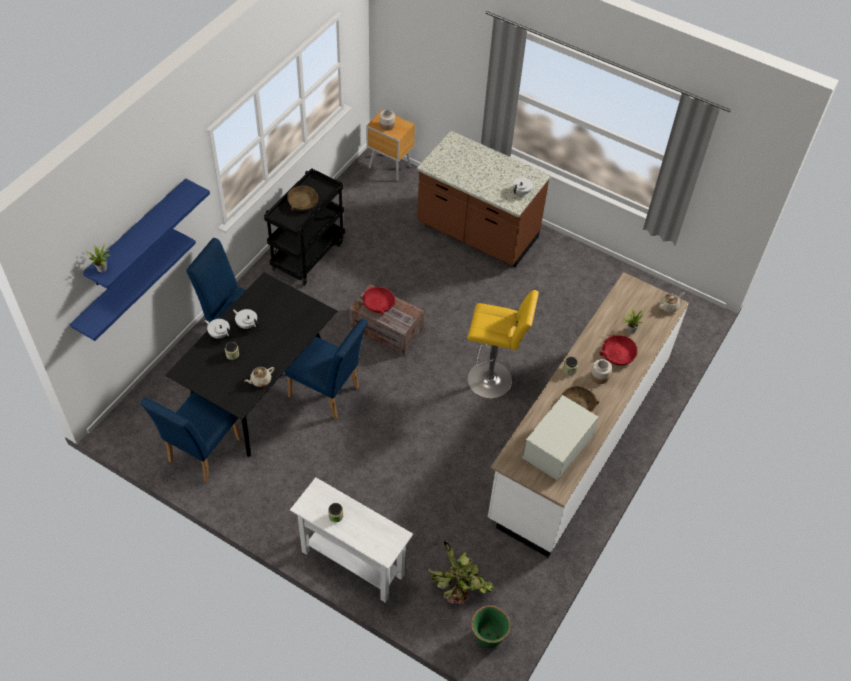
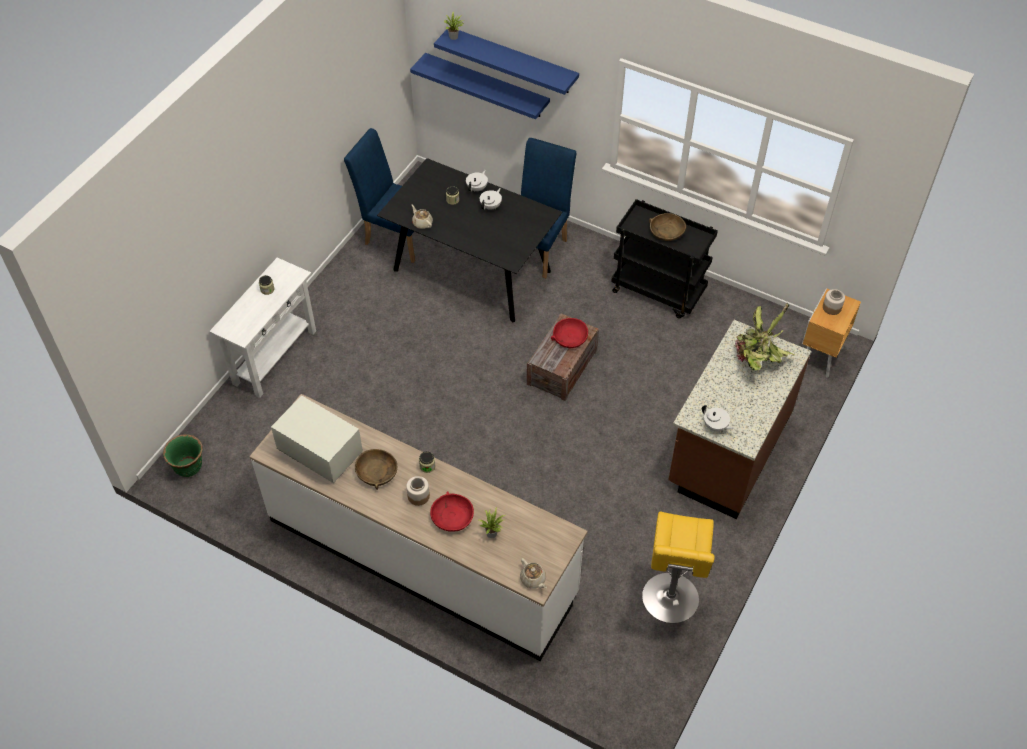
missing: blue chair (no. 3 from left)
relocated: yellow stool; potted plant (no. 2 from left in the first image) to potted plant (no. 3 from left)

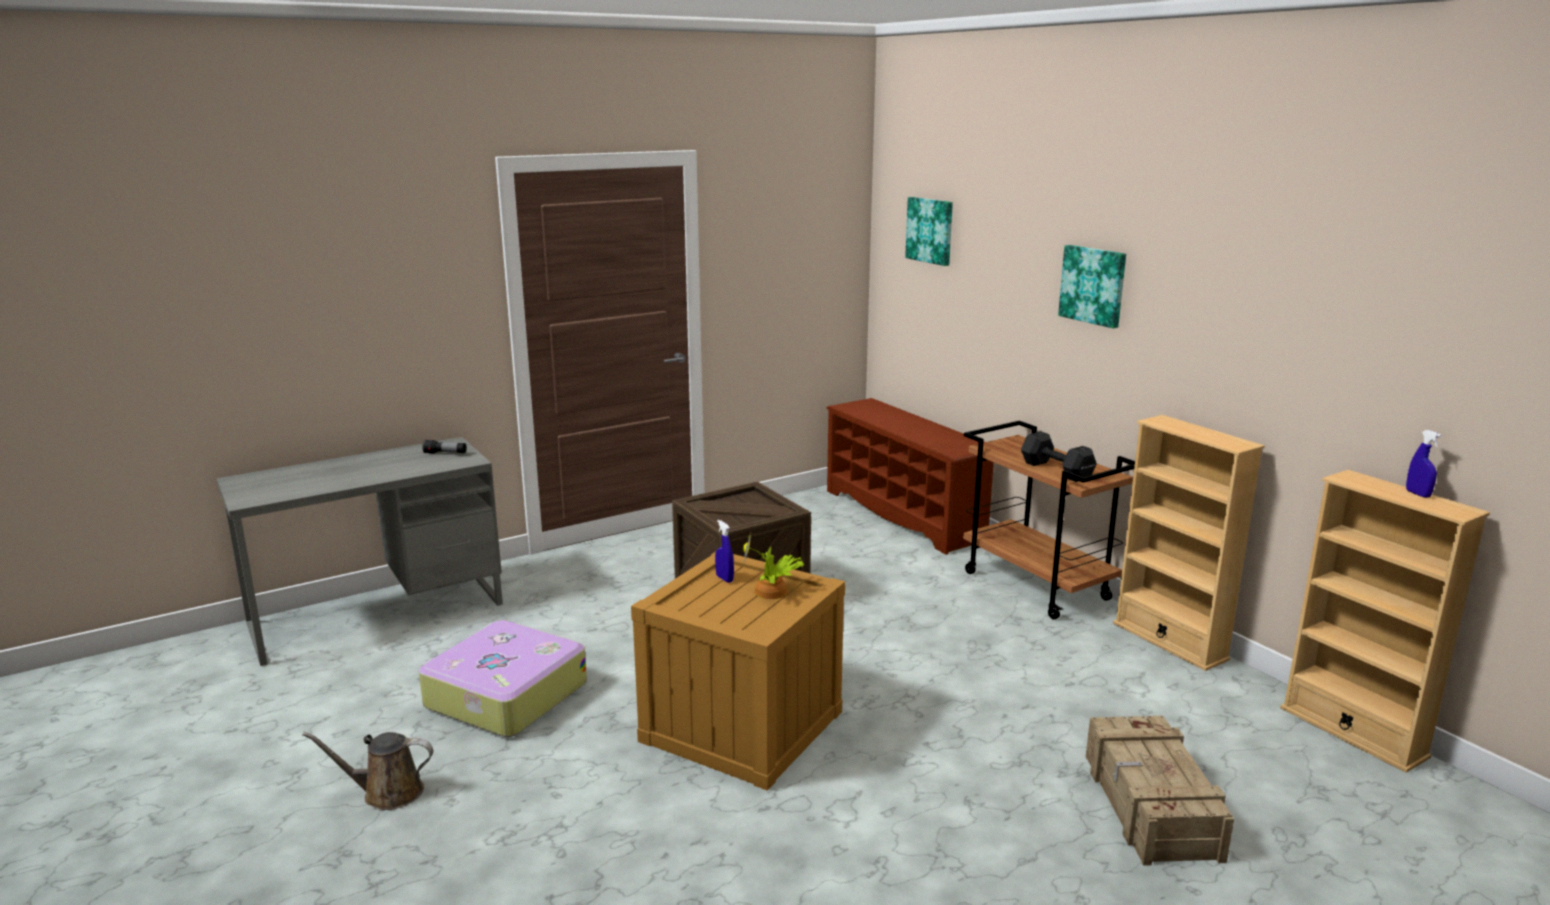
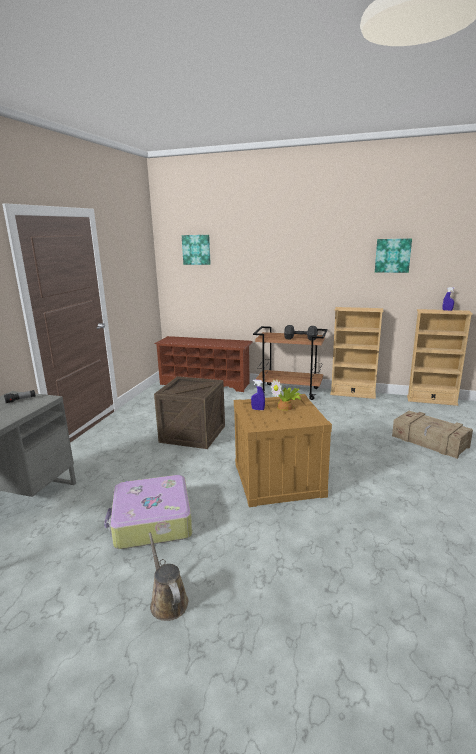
relocated: picture (no. 2 from left)
spun: brown watering can 105 degrees clockwise

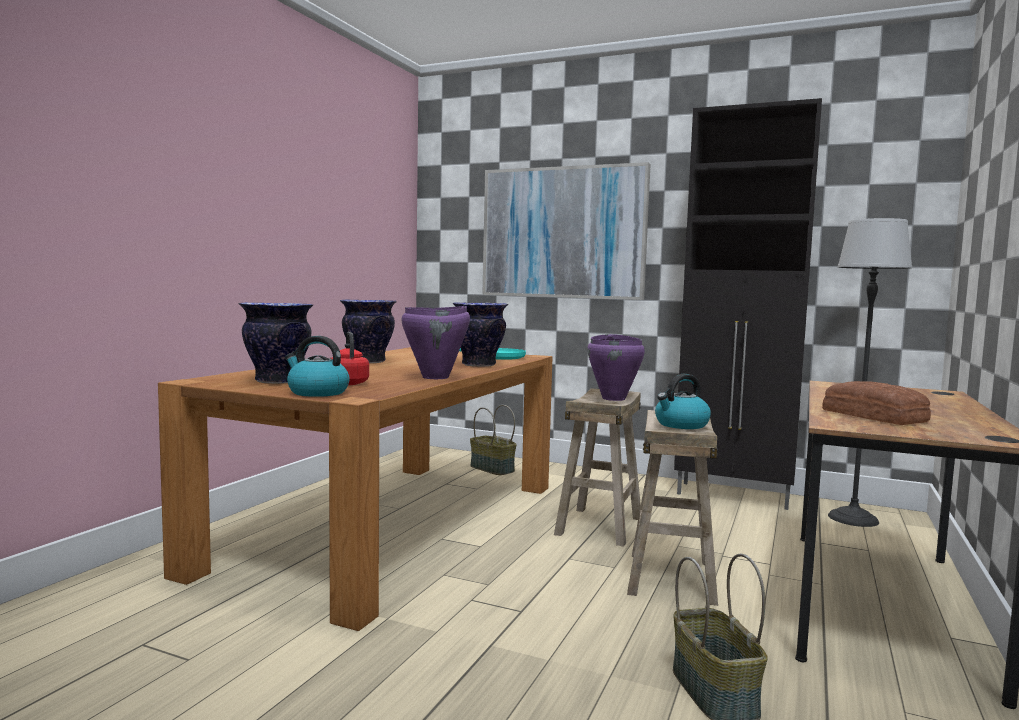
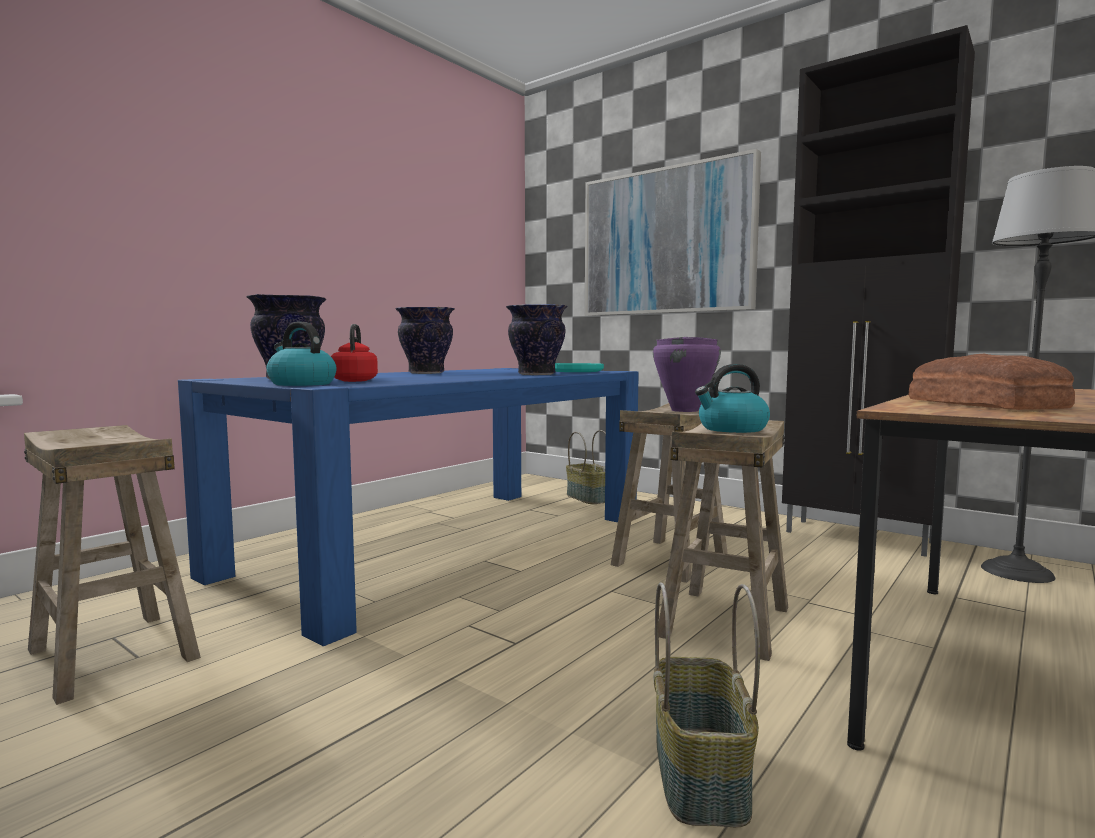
missing: purple cooking pot (no. 1 from left)
appeared: beige stool (no. 1 from left)
colour: brown dining table to blue dining table

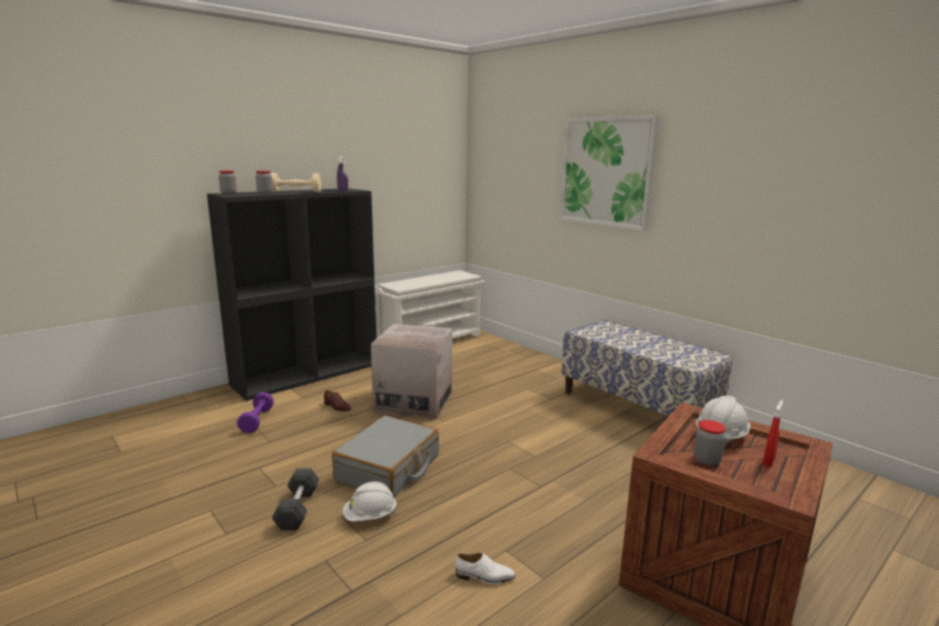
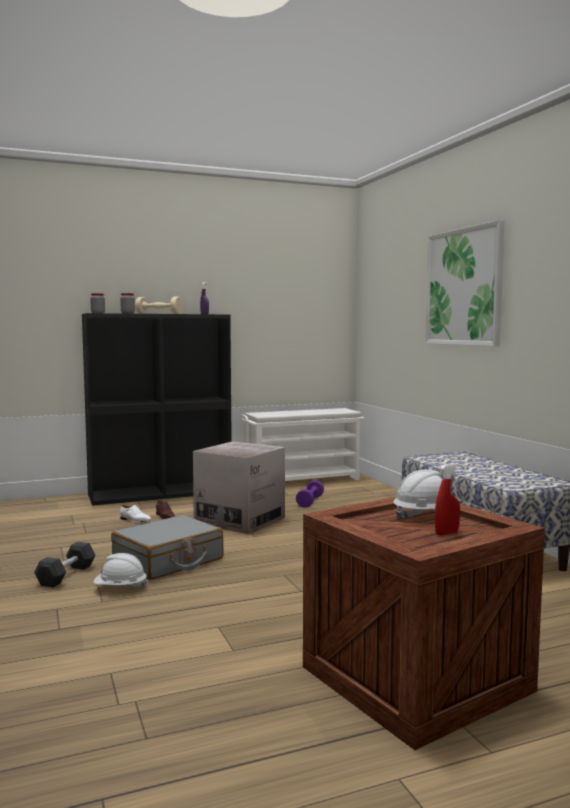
missing: jar (no. 3 from left)
relocated: purple dumbbell; white shoe

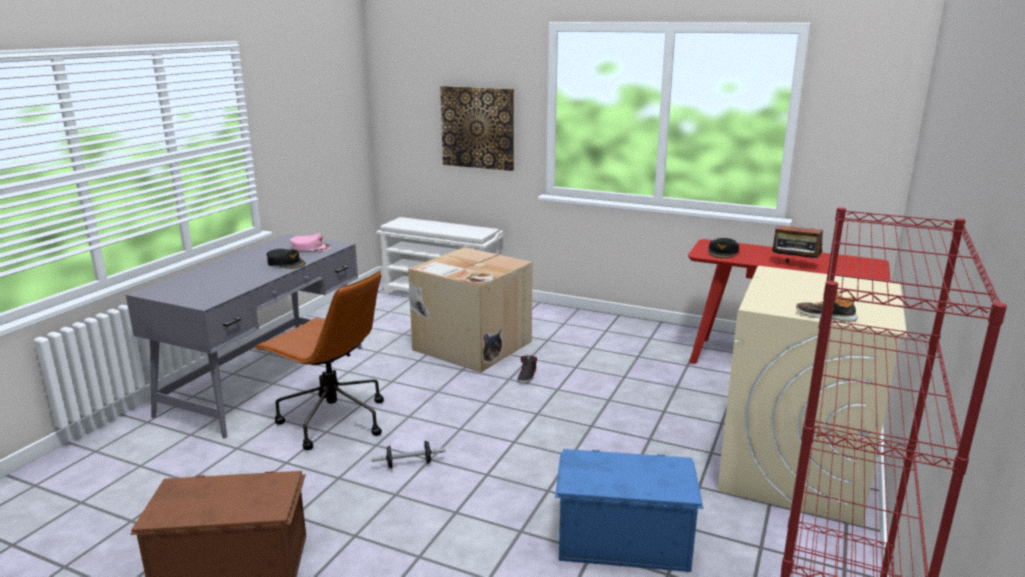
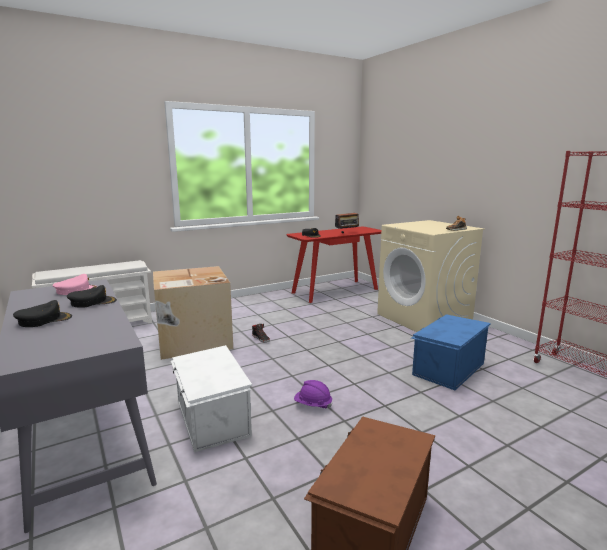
missing: picture
appeared: black cap (no. 1 from left)
exchanged: brown office chair to white storage box; dumbbell to purple hard hat

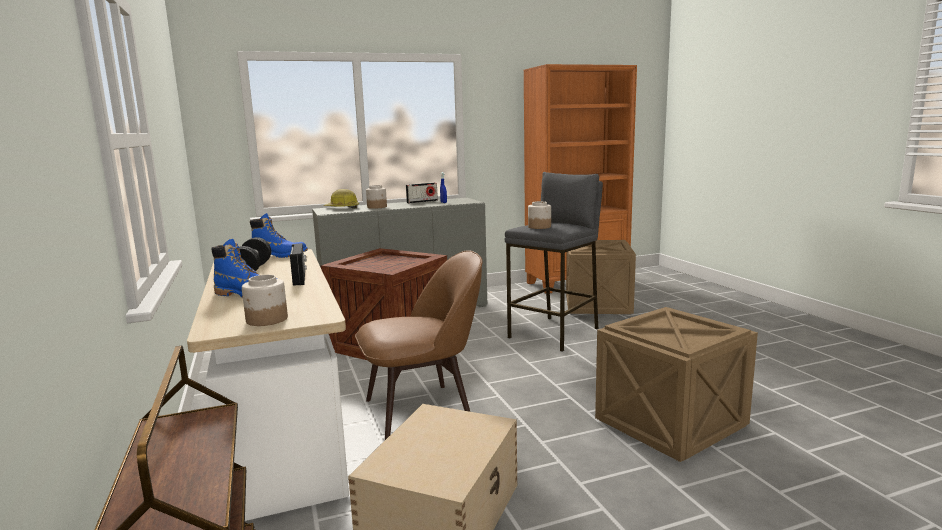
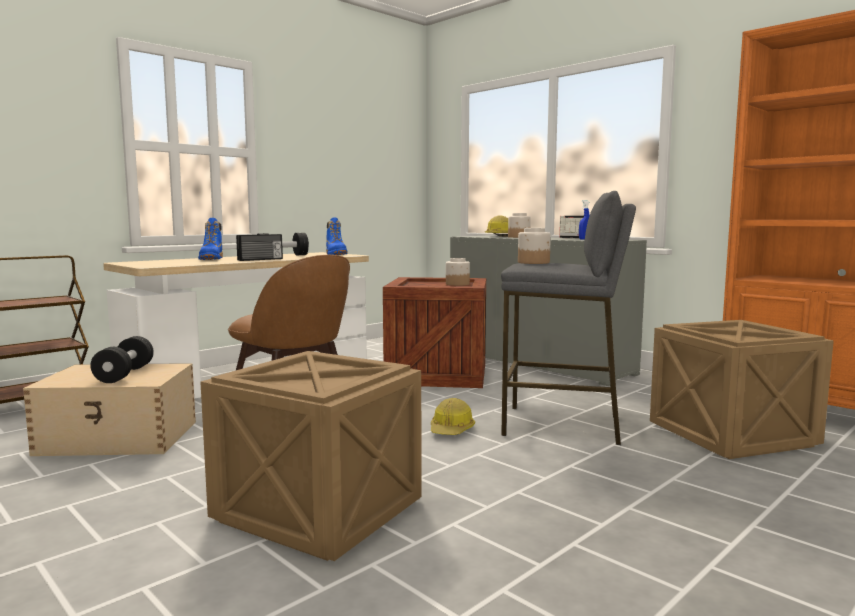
appeared: black dumbbell (no. 1 from left); hard hat (no. 1 from left)
relocated: jar (no. 1 from left)

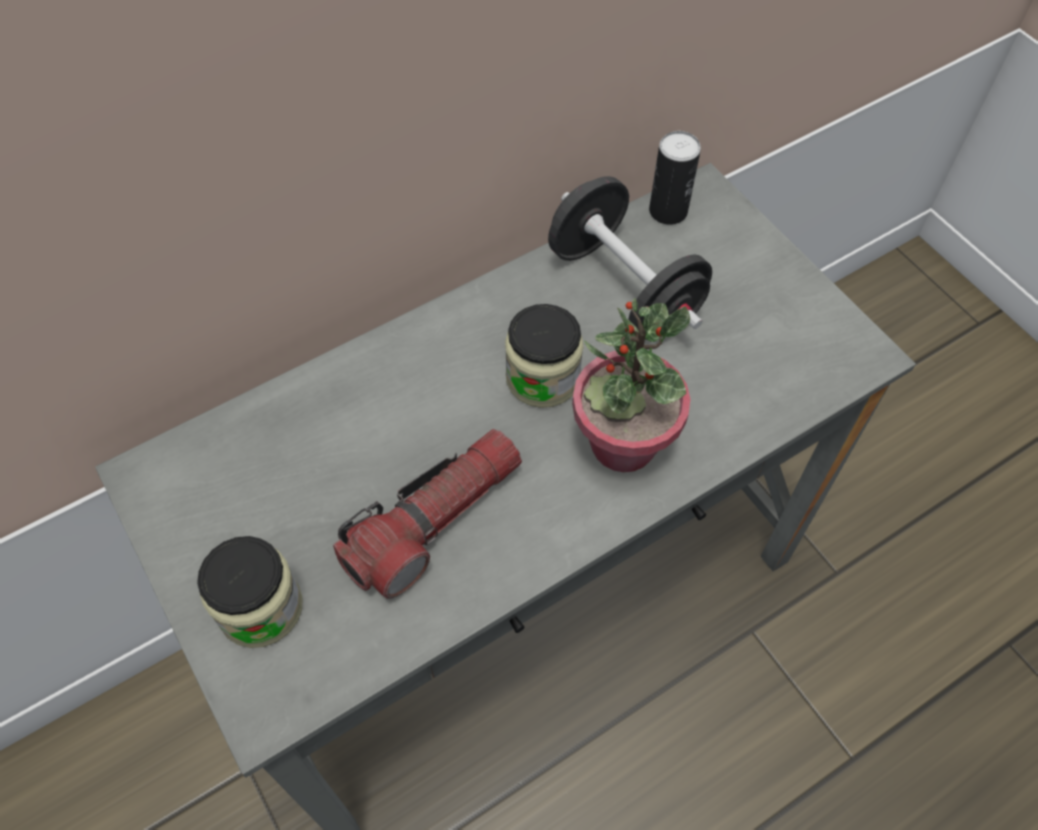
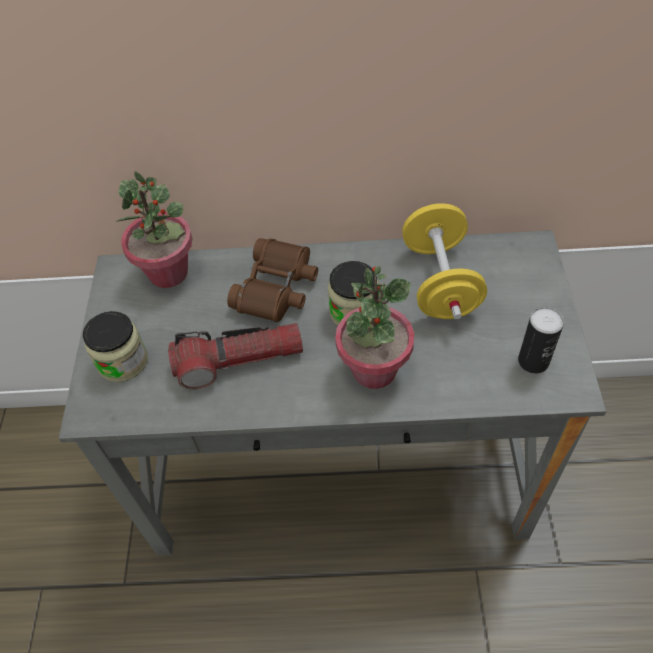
appeared: potted plant (no. 1 from left); brown binoculars
relocated: can
colour: black dumbbell to yellow dumbbell

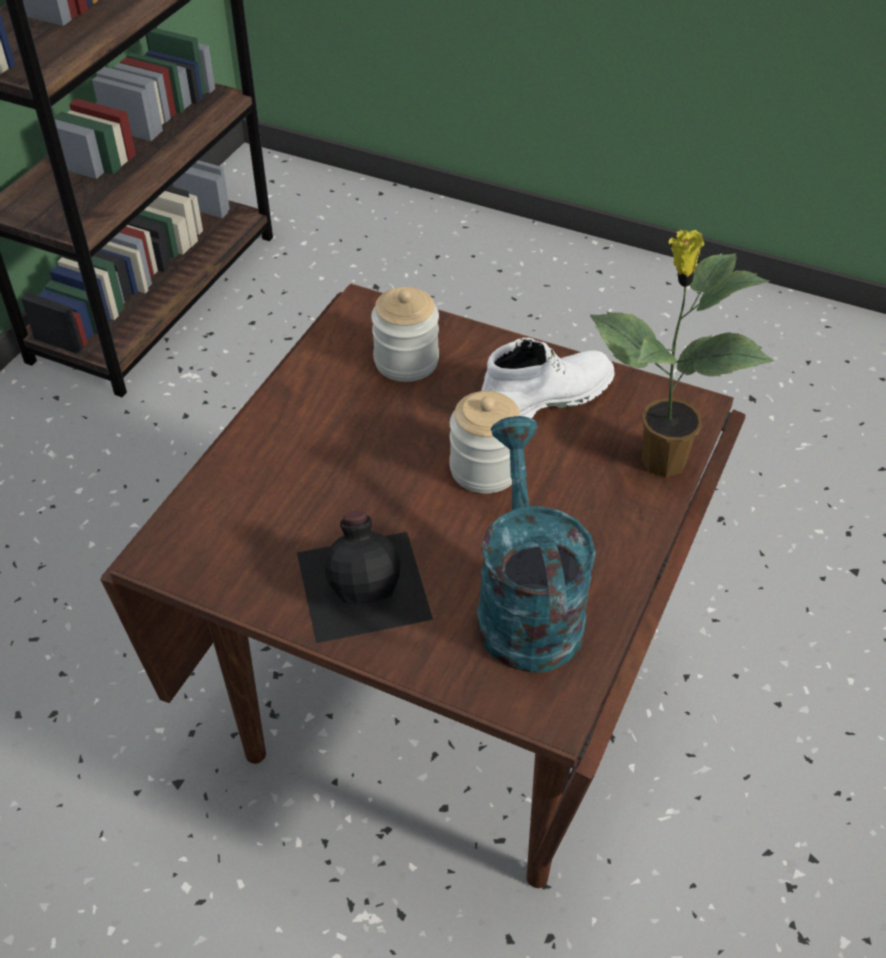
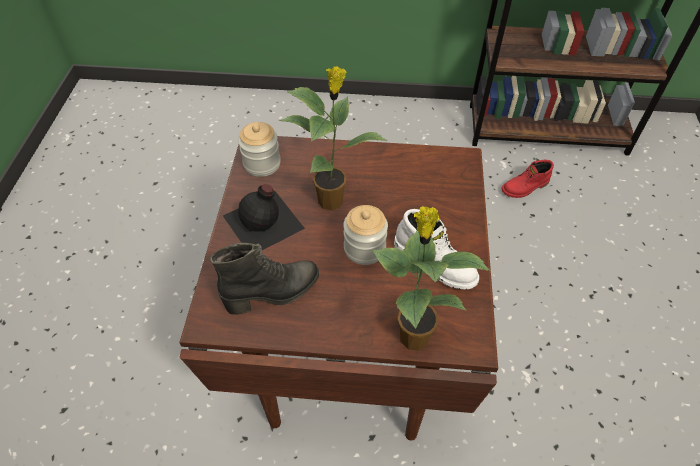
appeared: potted plant (no. 1 from left); red boot
relocated: jar (no. 1 from left)
exchanged: turquoise watering can to black boot

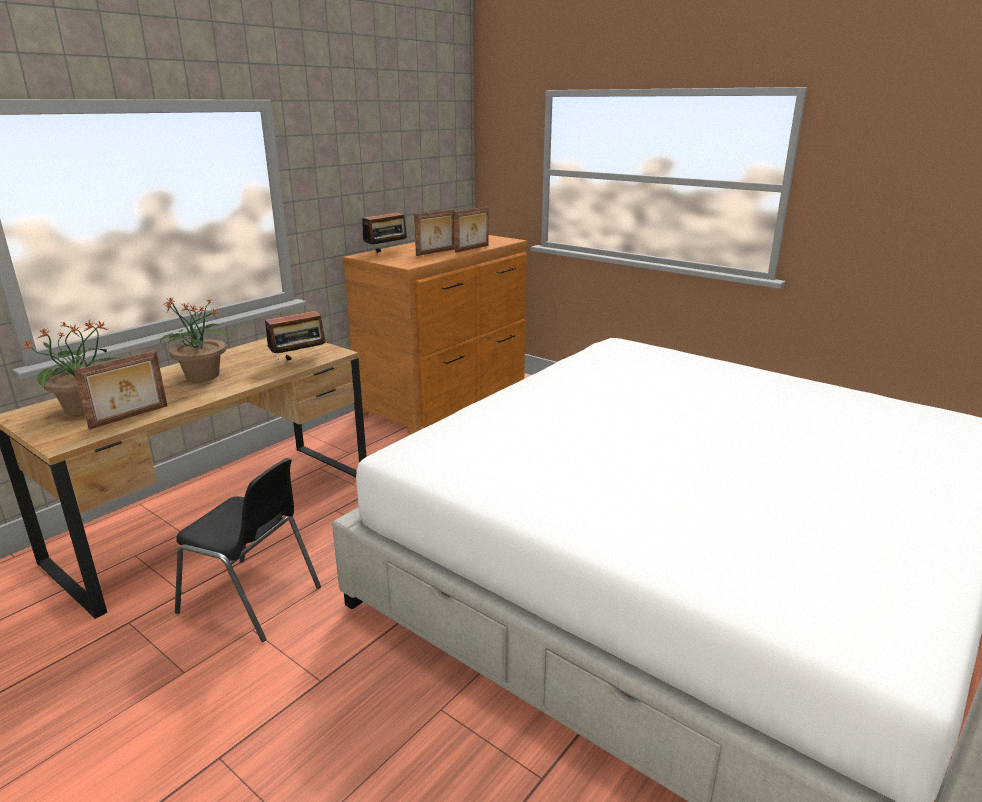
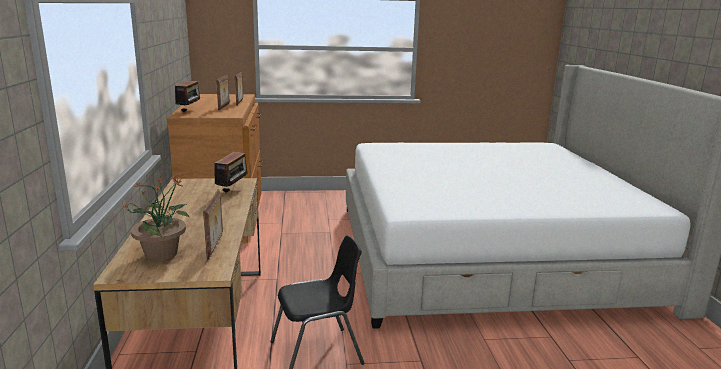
missing: potted plant (no. 2 from left)

